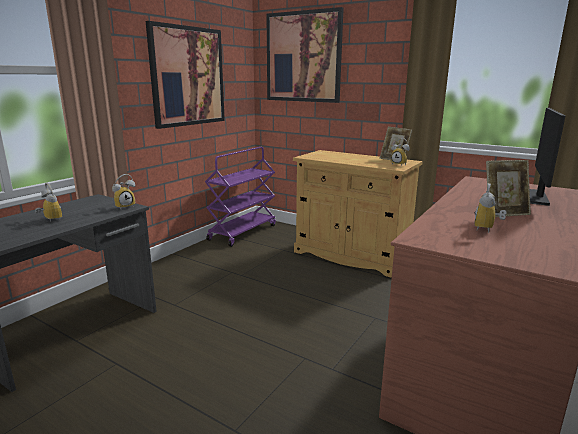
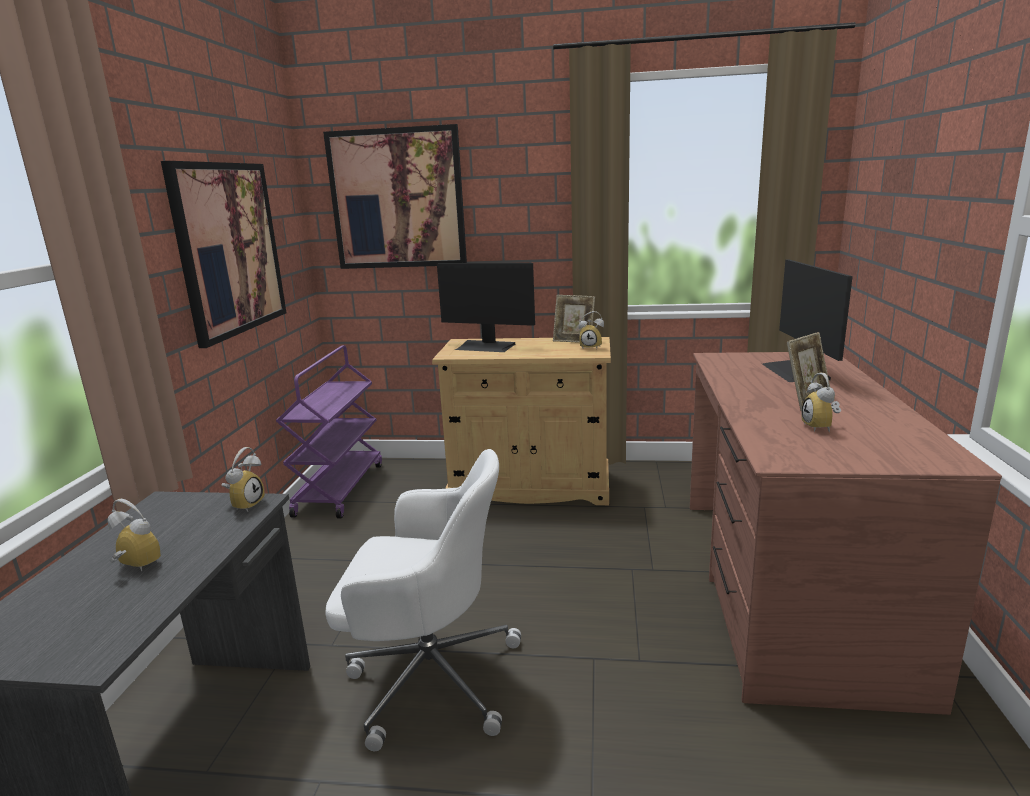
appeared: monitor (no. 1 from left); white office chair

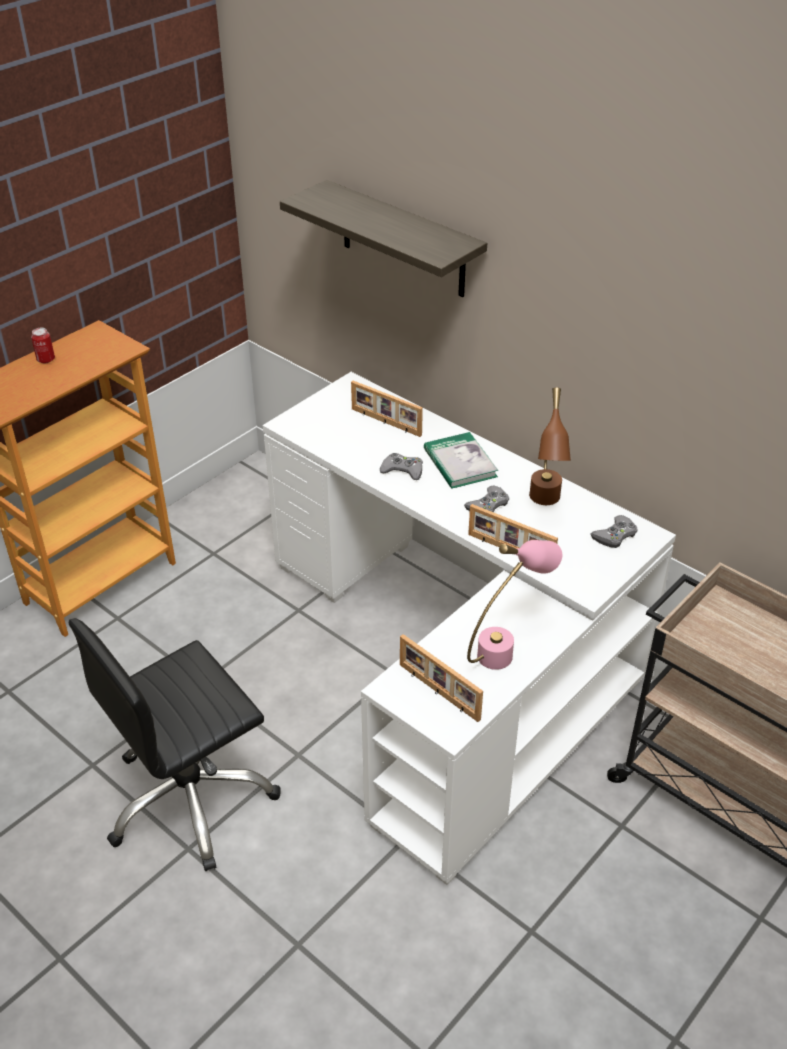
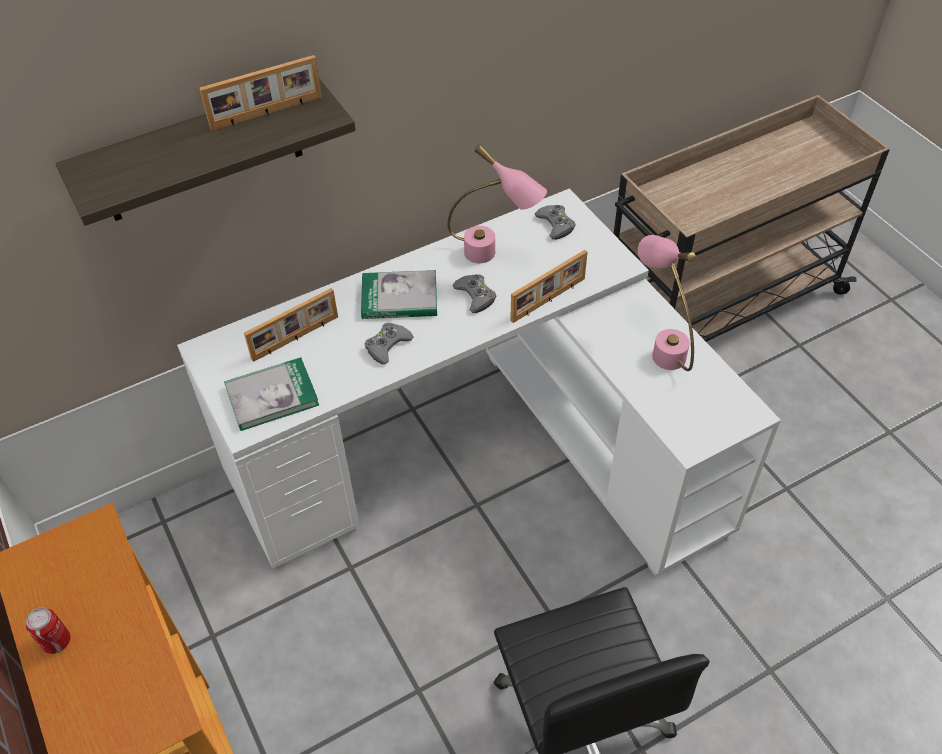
appeared: book (no. 1 from left)
relocated: picture frame (no. 2 from left in the first image) to picture frame (no. 1 from left)
colour: brown table lamp to pink table lamp (no. 1 from left)

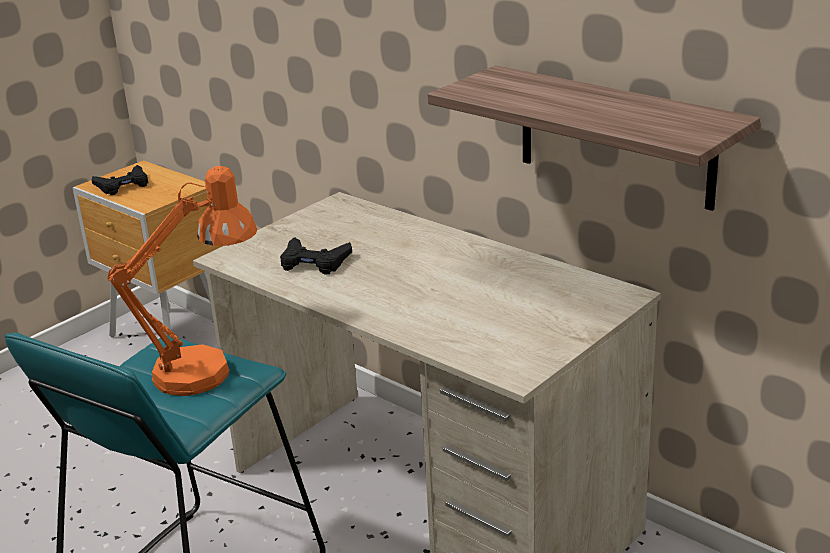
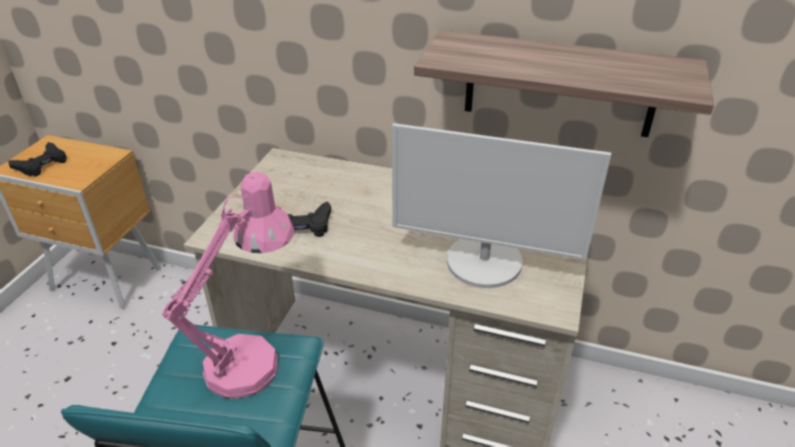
appeared: monitor
colour: orange table lamp to pink table lamp

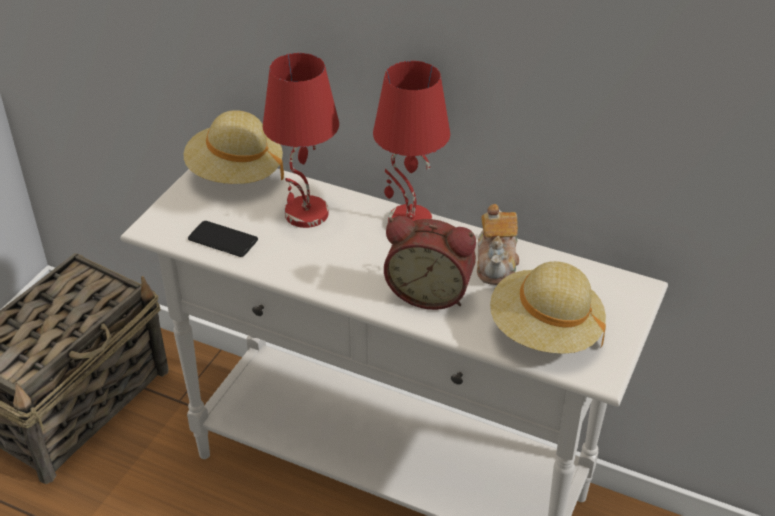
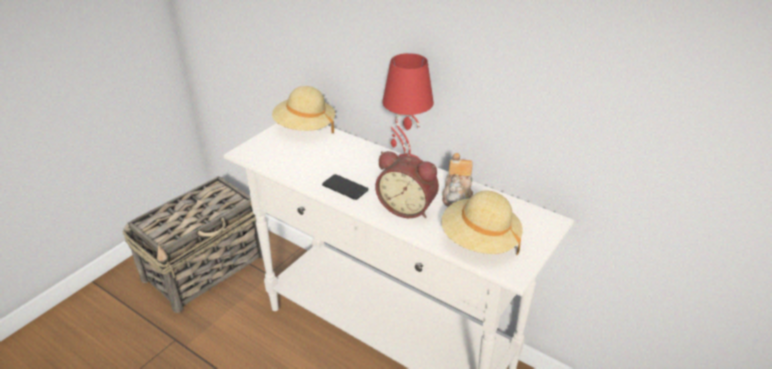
missing: red table lamp (no. 1 from left)
relocated: phone

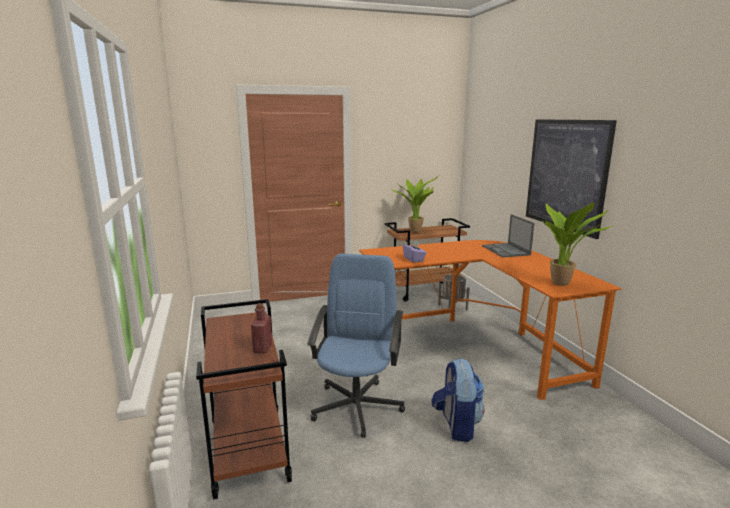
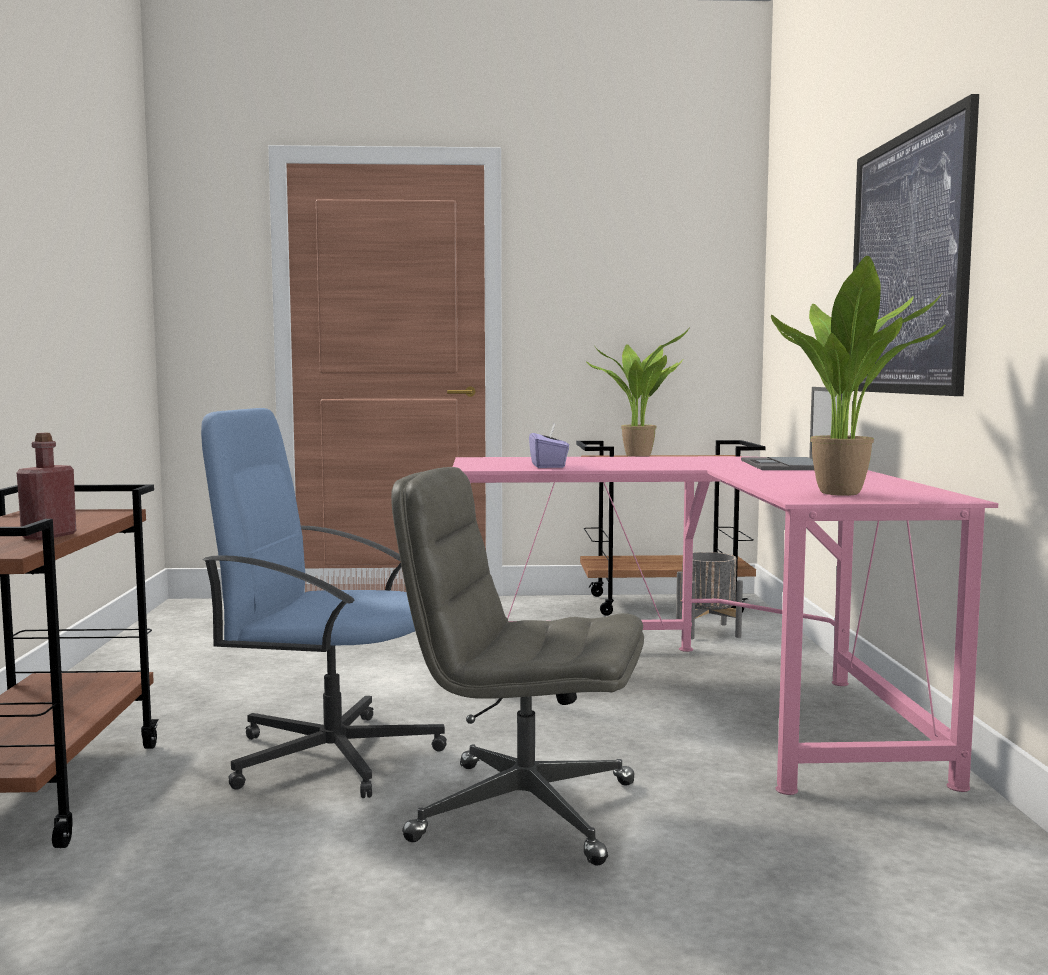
exchanged: backpack to grey office chair
colour: orange desk to pink desk
spun: blue office chair 105 degrees counterclockwise

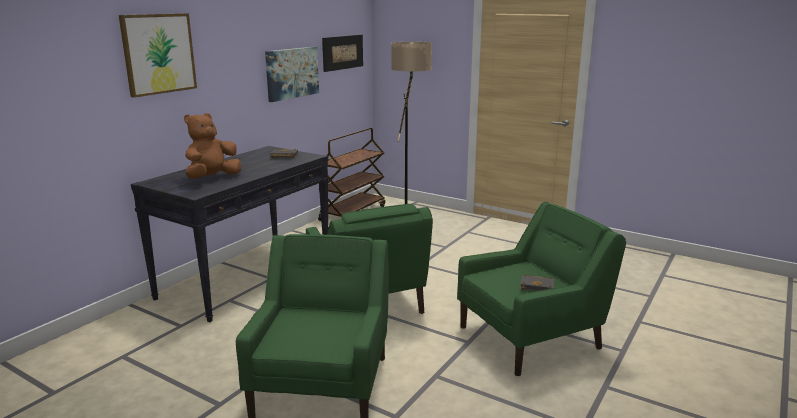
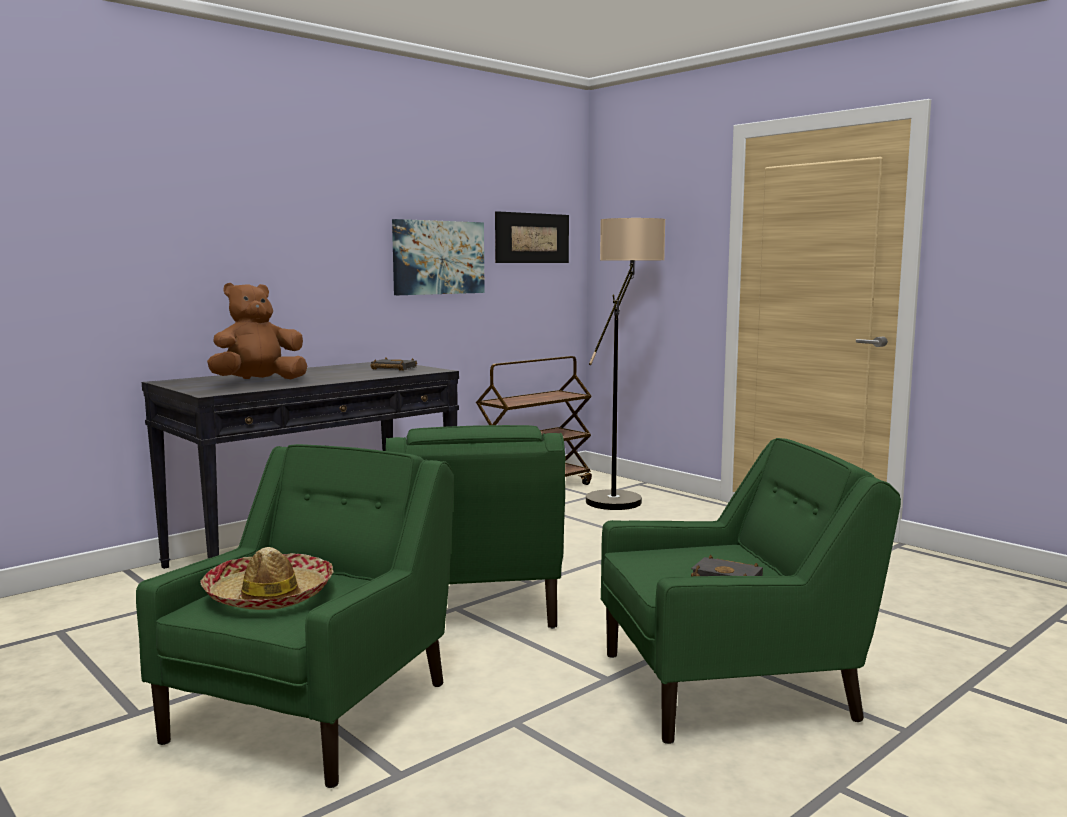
missing: picture (no. 1 from left)
appeared: hat

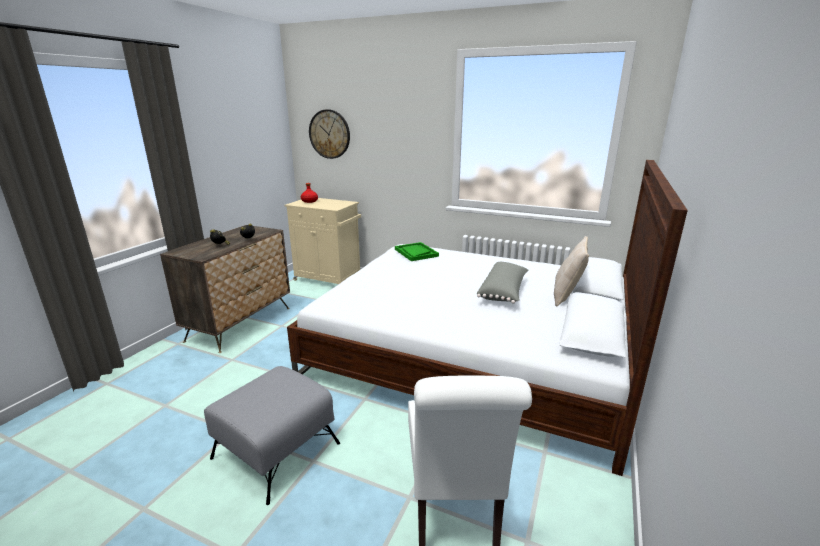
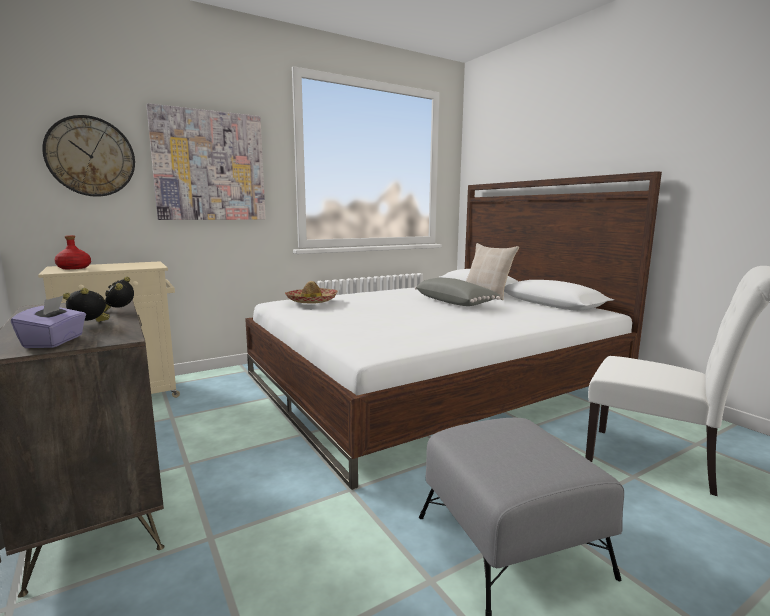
appeared: picture; purple tissue box
exchanged: green tray to hat

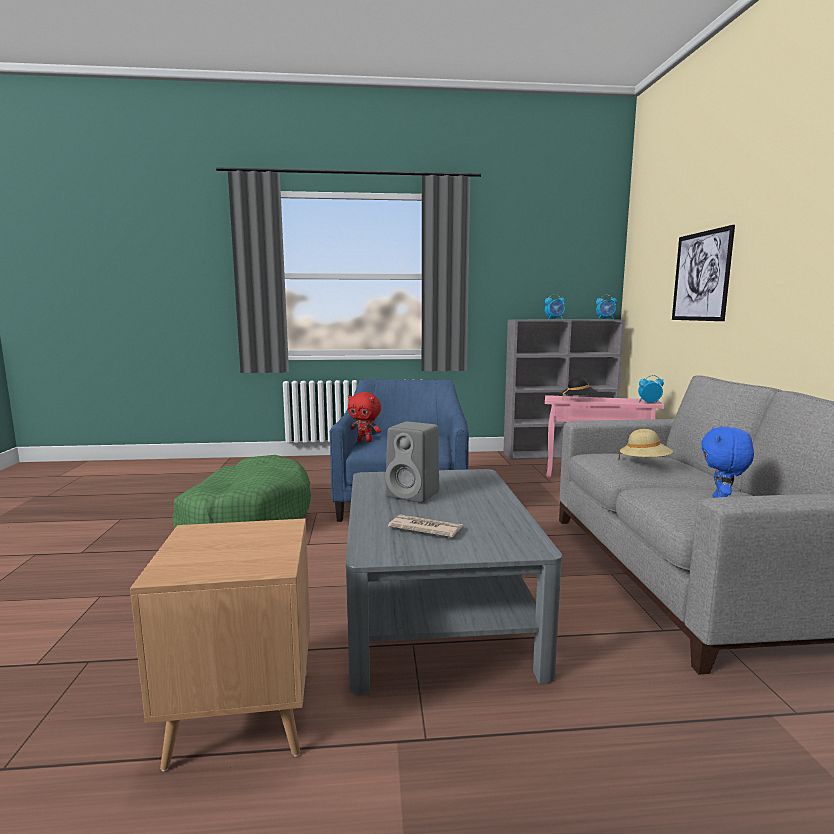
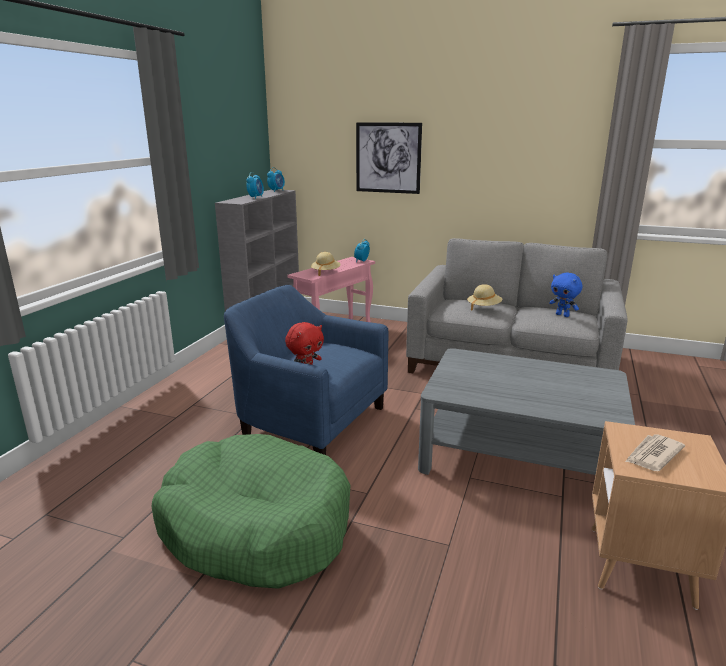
missing: grey speaker
relocated: newspaper
colour: black hat to beige hat (no. 1 from left)

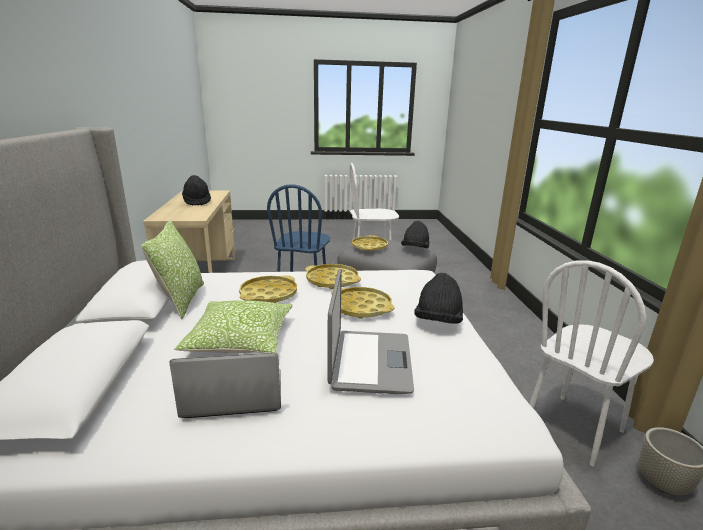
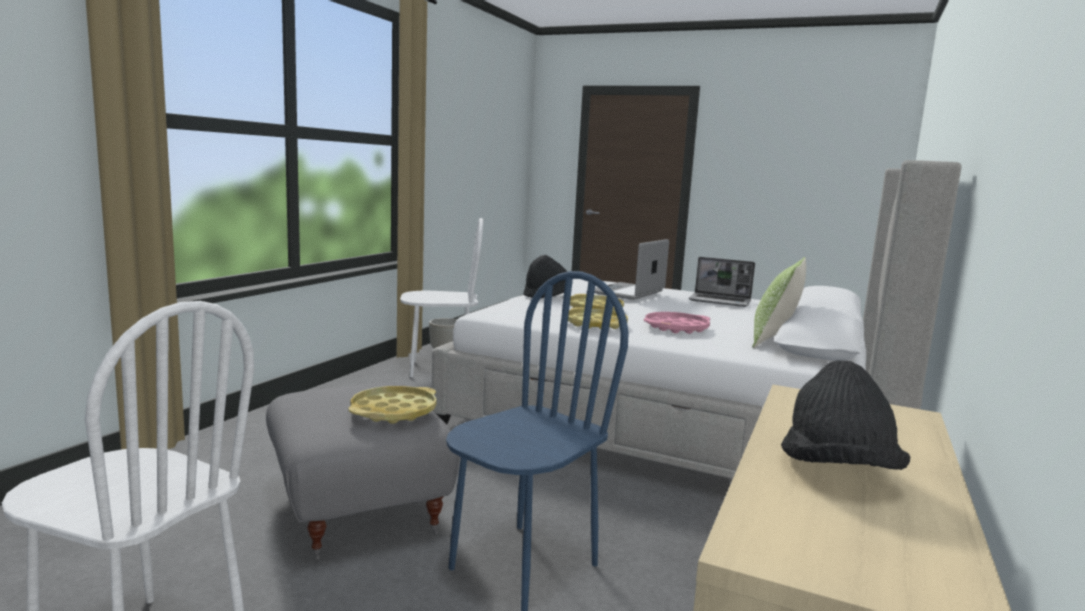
missing: black hat (no. 2 from left); pillow (no. 2 from left)
colour: yellow tray (no. 1 from left) to pink tray

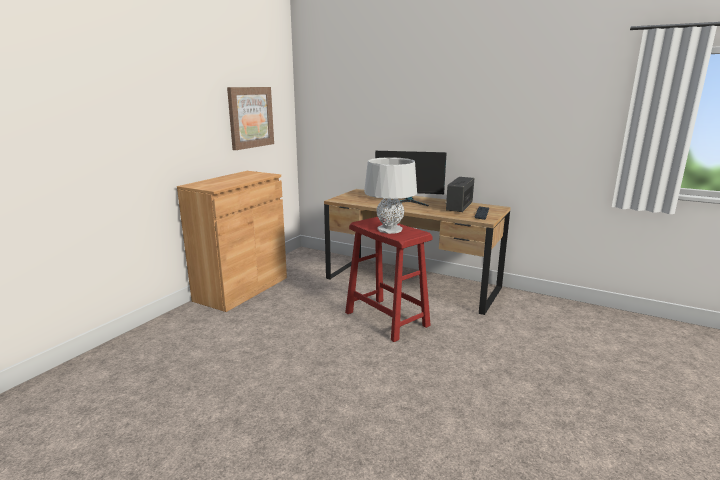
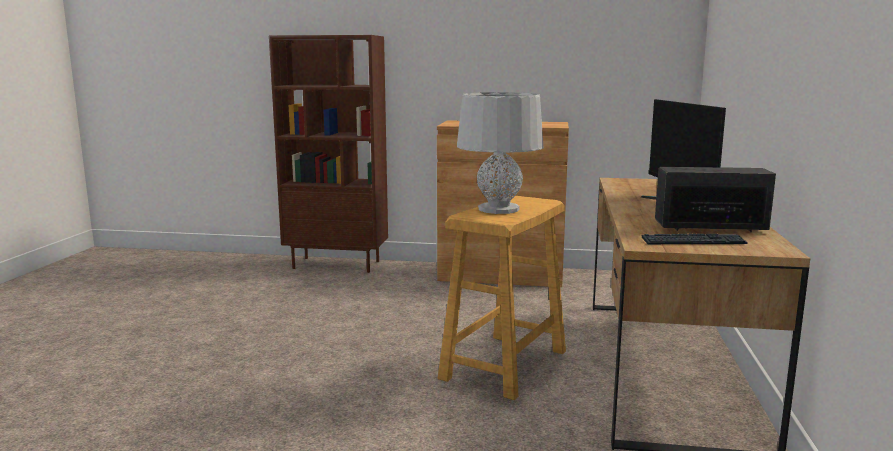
missing: picture
appeared: brown bookcase
colour: red stool to beige stool

